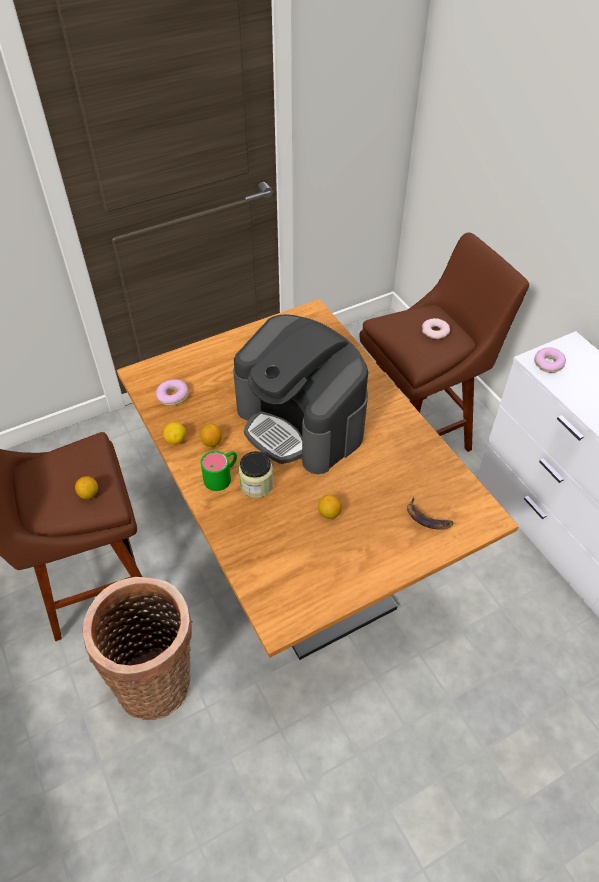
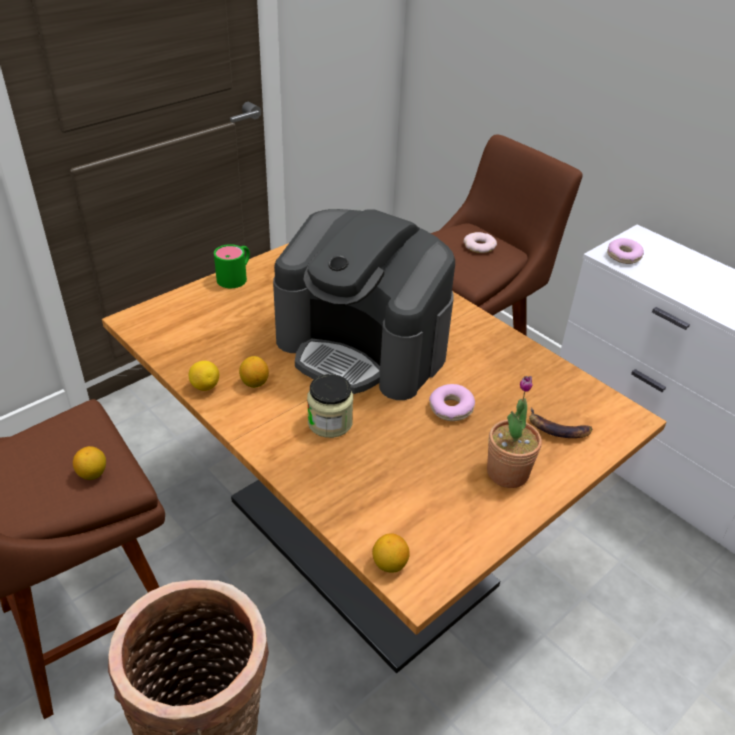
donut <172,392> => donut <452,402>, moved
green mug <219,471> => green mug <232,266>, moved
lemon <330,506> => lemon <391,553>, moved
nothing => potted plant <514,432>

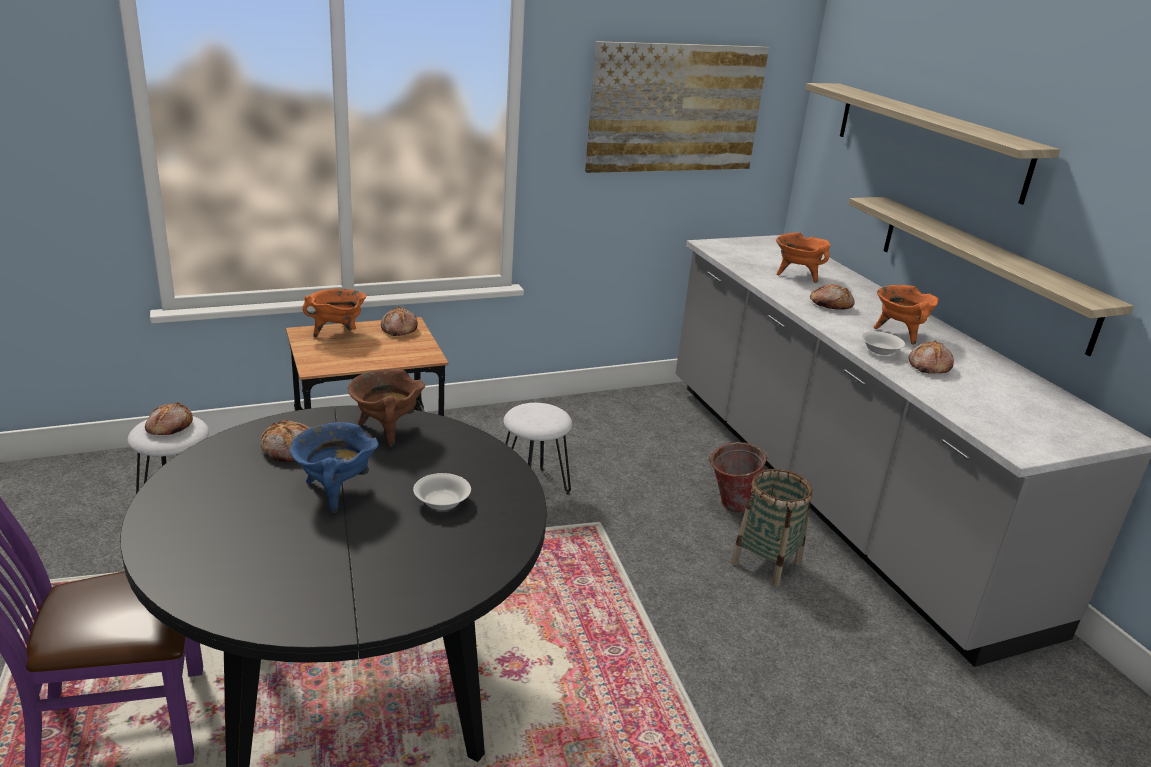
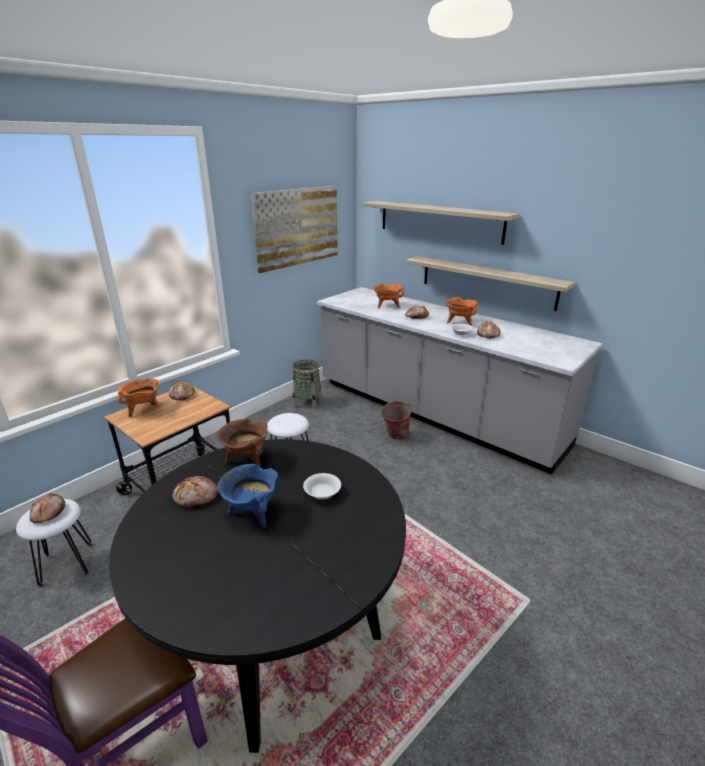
basket <772,528> => basket <307,385>, moved

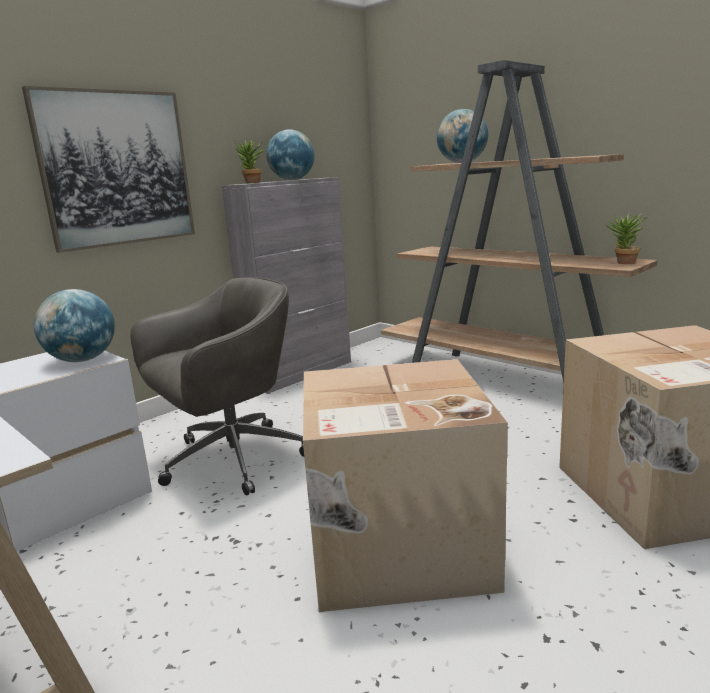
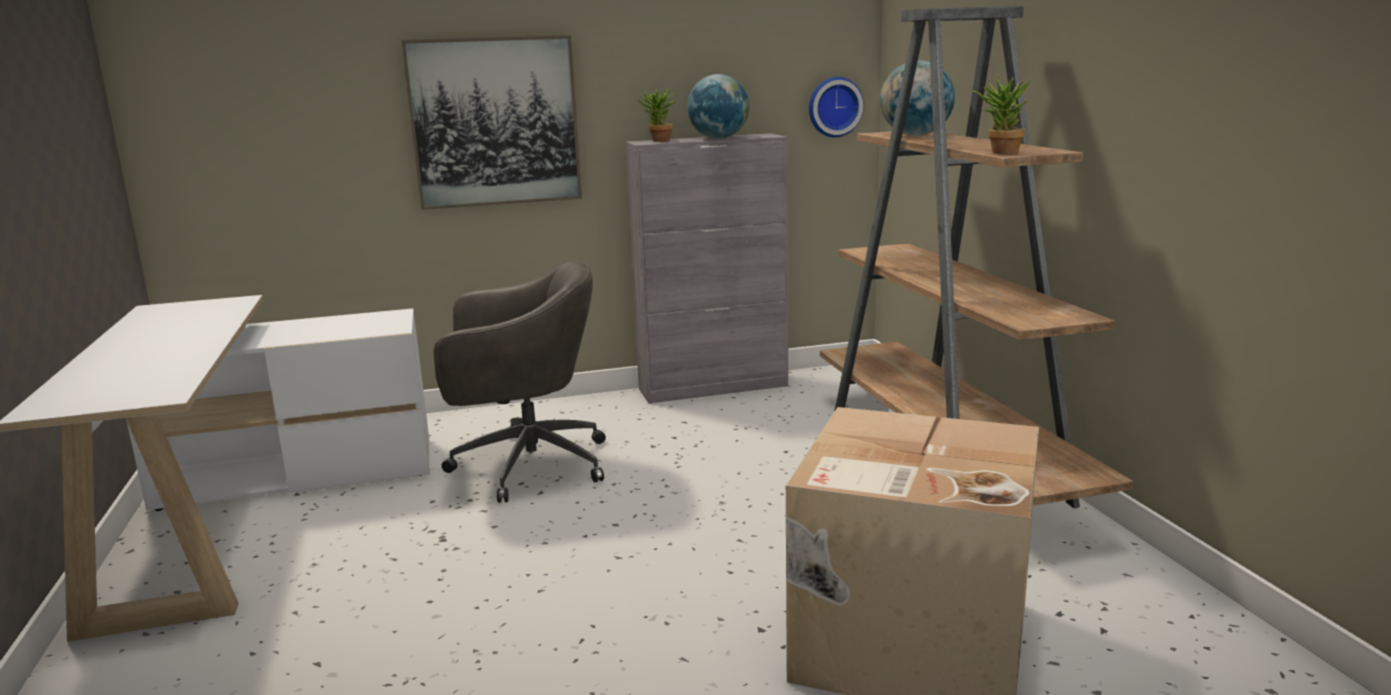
potted plant <626,239> => potted plant <1001,115>, moved
globe <74,325> => nothing
cardboard box <405,485> => nothing
nothing => wall clock <836,107>

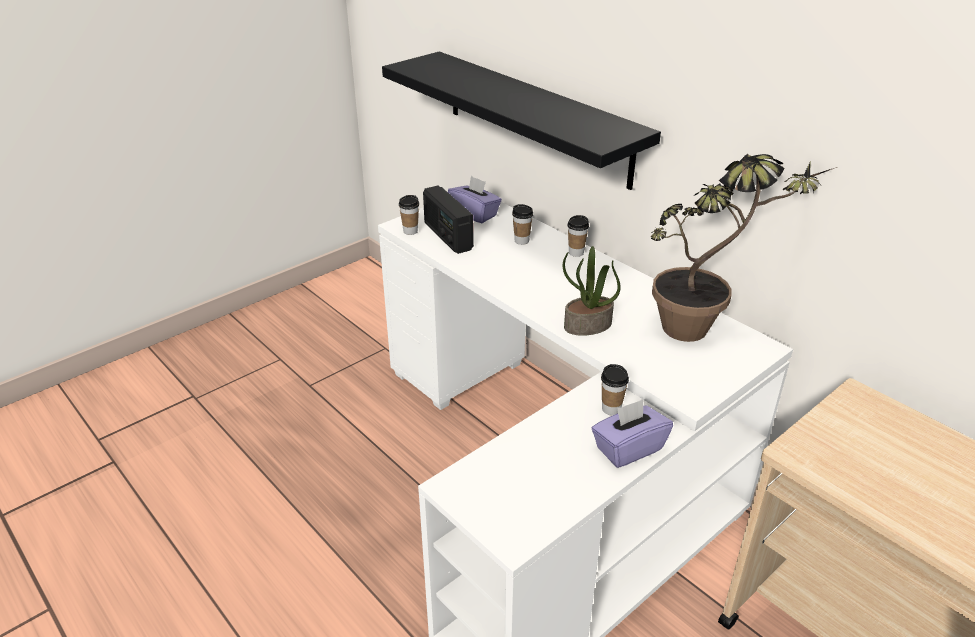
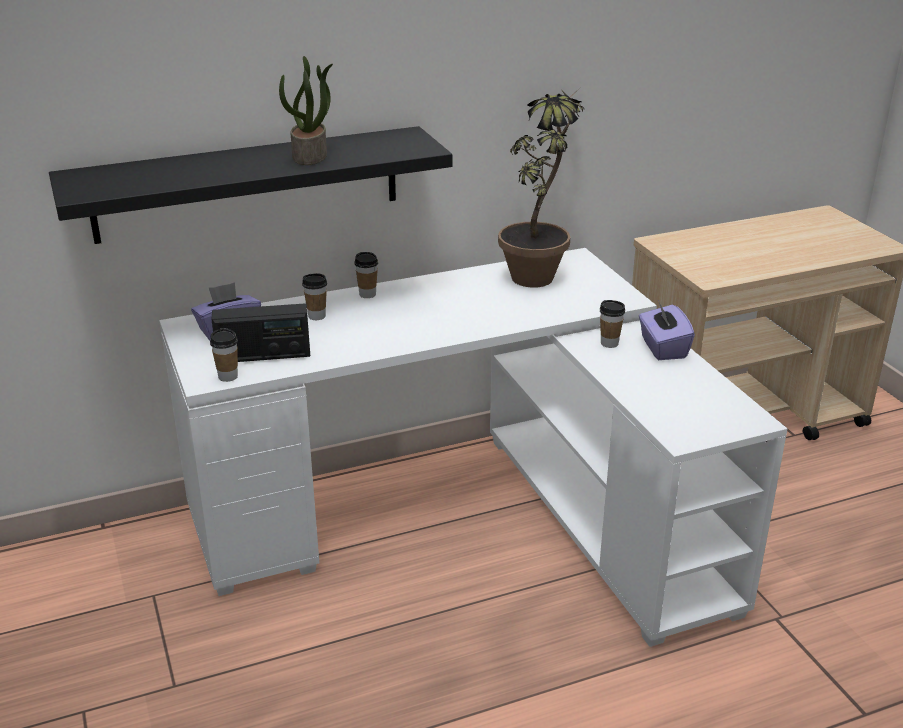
potted plant <592,291> => potted plant <306,110>, moved

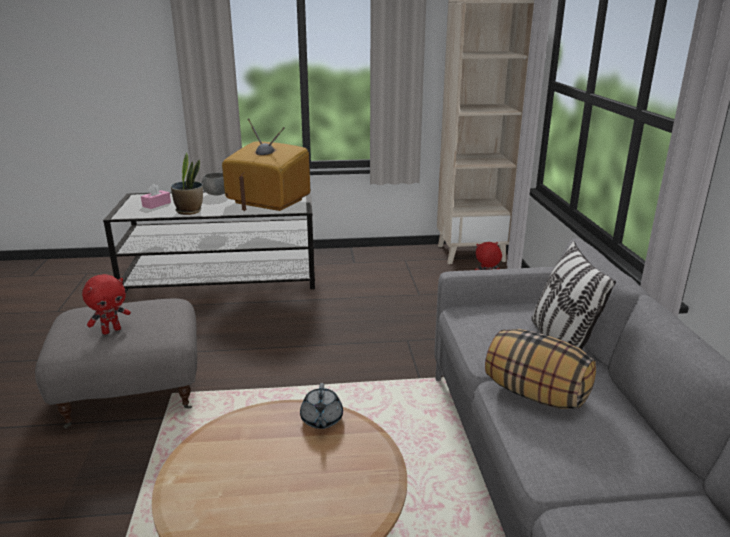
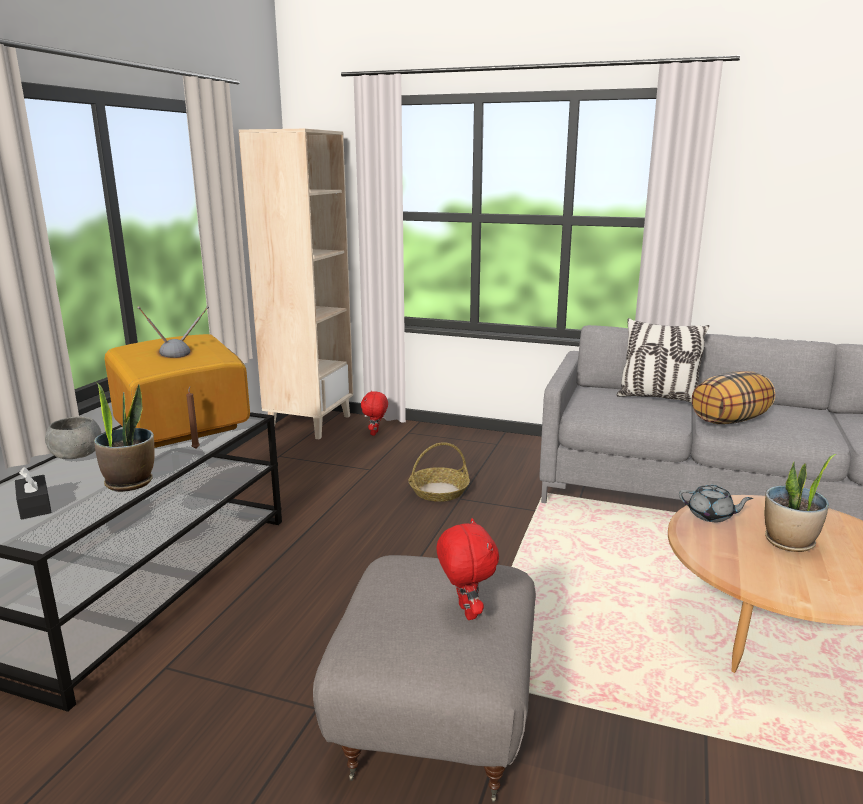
pink tissue box <156,196> => black tissue box <33,493>
nothing => basket <439,472>
nothing => potted plant <800,503>

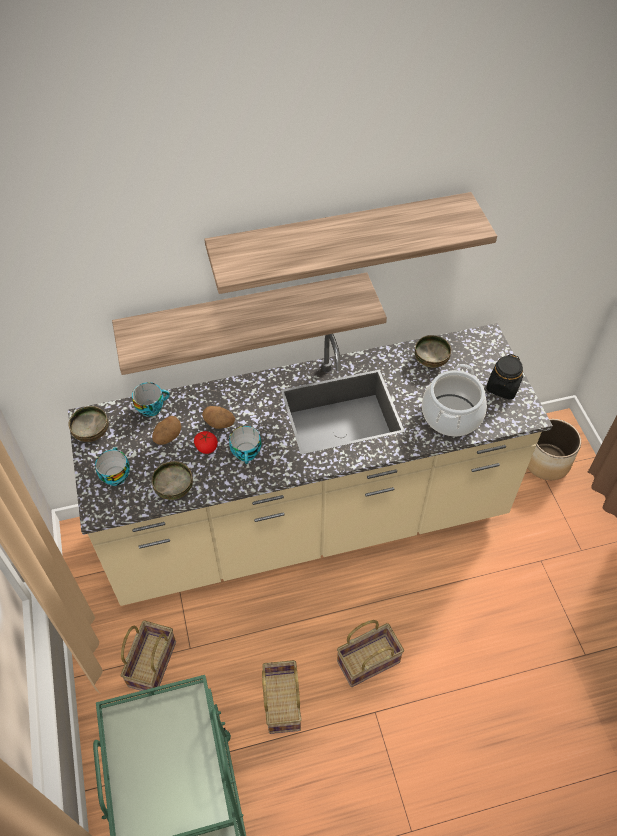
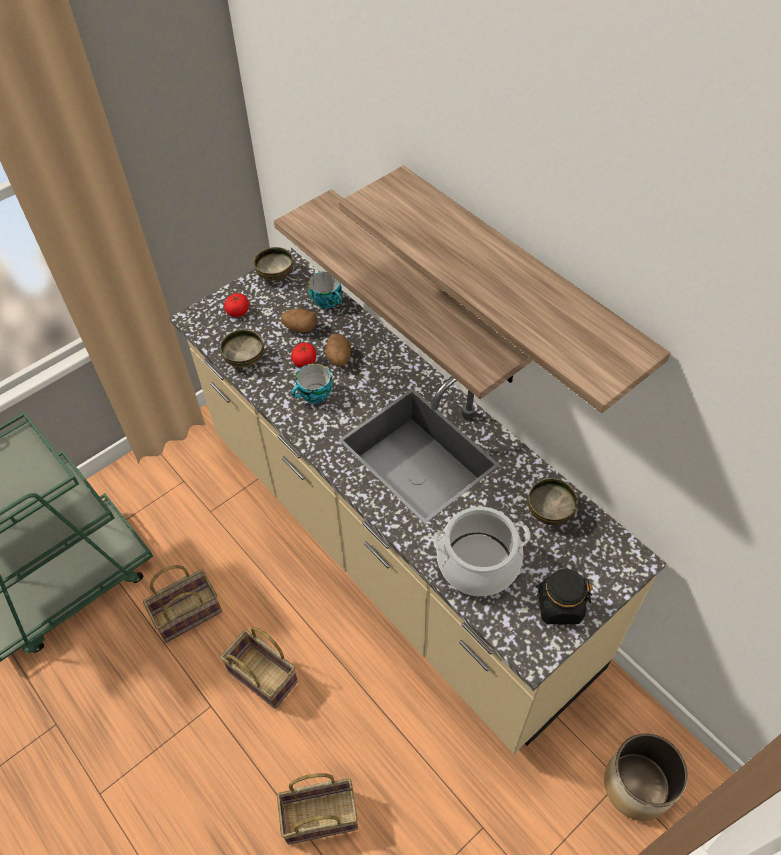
cup <112,466> => tomato <236,305>
basket <148,657> => basket <317,809>, moved

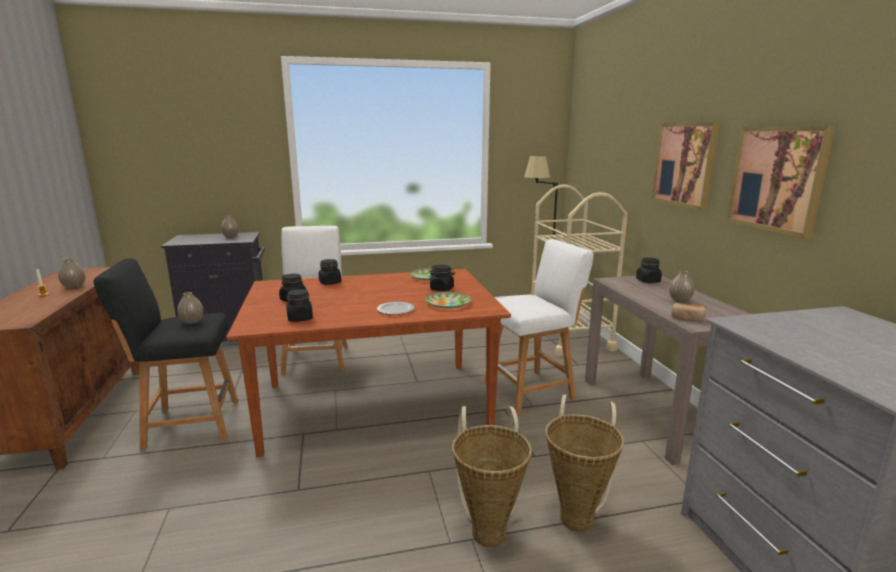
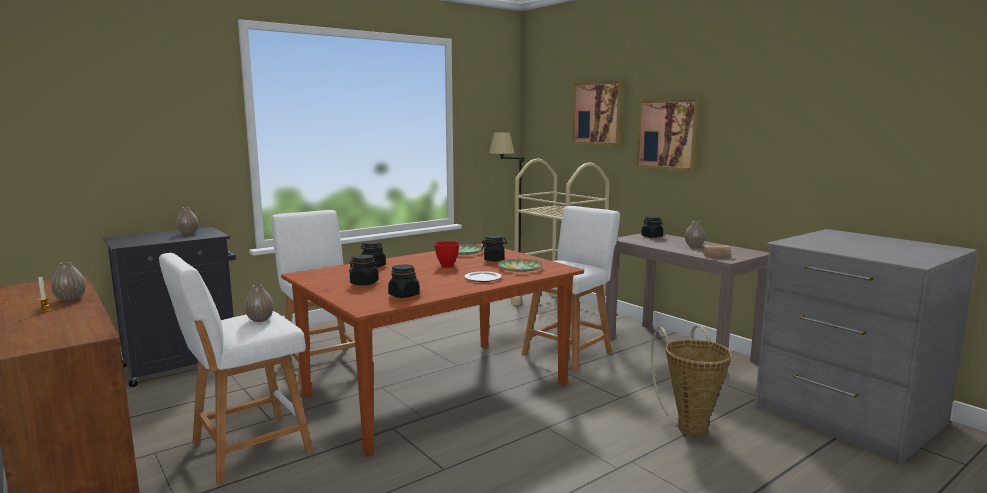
picture <781,182> => picture <598,113>, moved
black stool <166,354> => white stool <236,369>
basket <492,476> => nothing
nothing => red bowl <446,254>

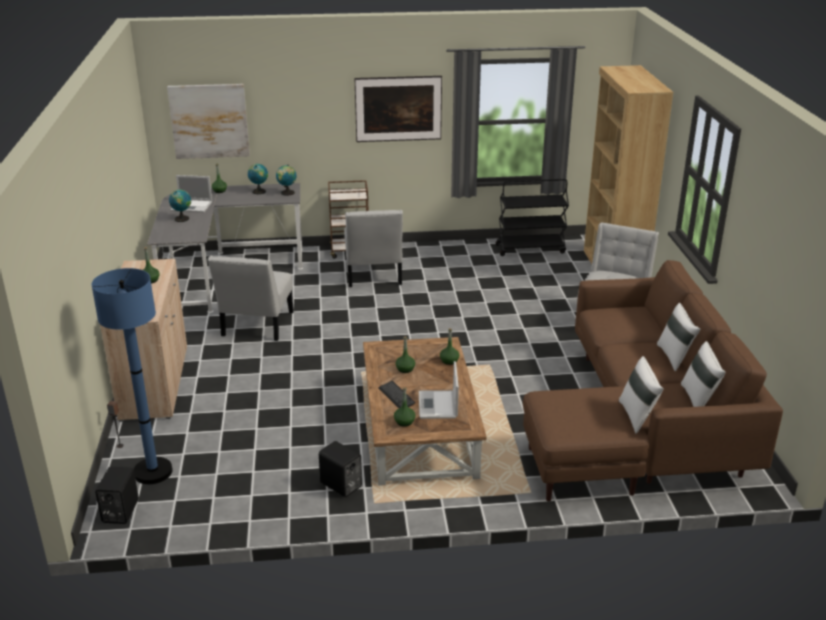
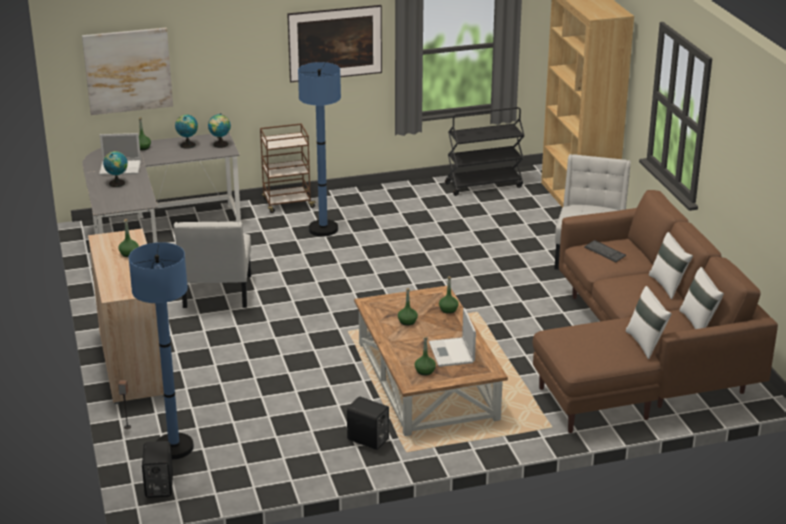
white chair <373,248> => blue floor lamp <319,149>
keyboard <396,394> => keyboard <605,251>, moved

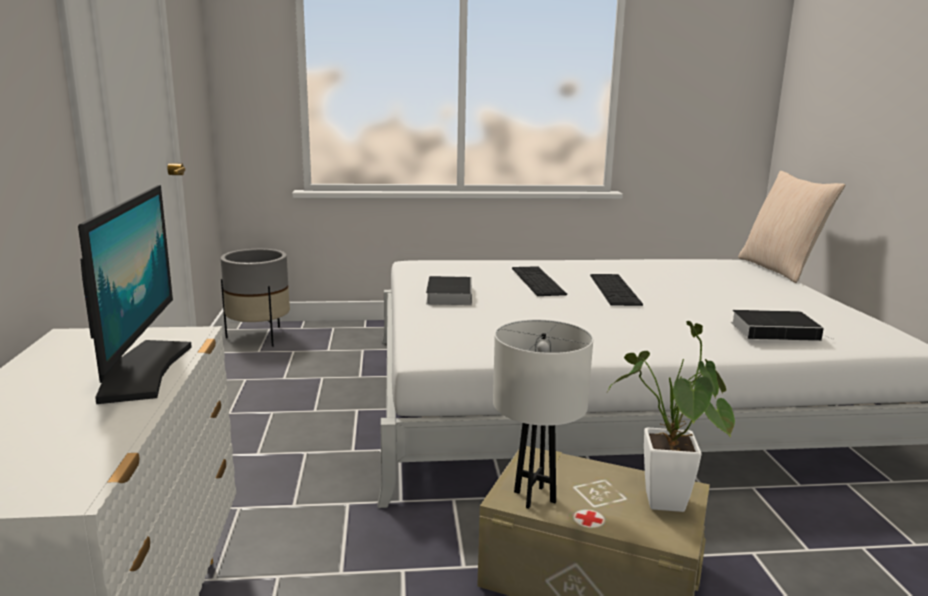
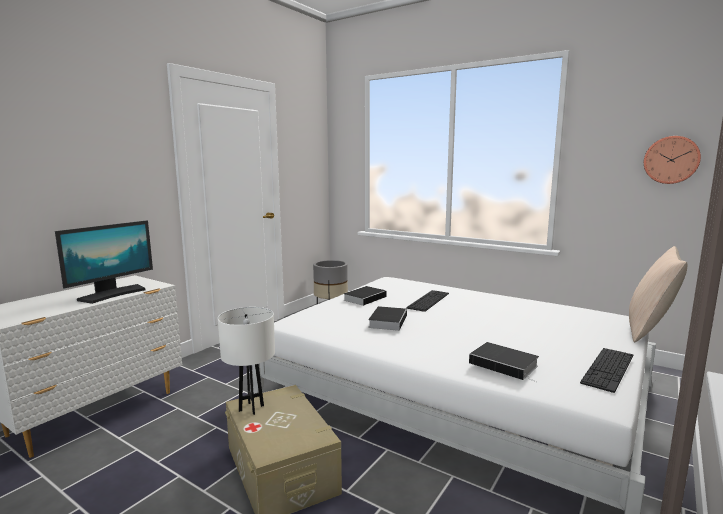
keyboard <616,290> => keyboard <606,370>, moved
potted plant <671,416> => nothing
nothing => wall clock <672,160>
nothing => book <387,318>

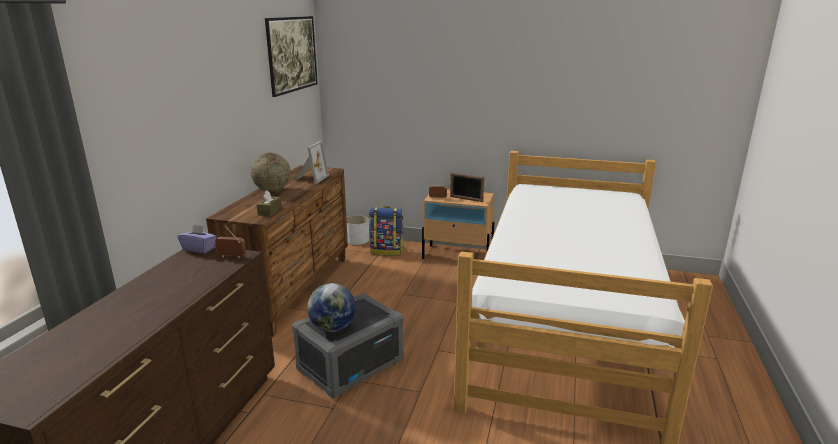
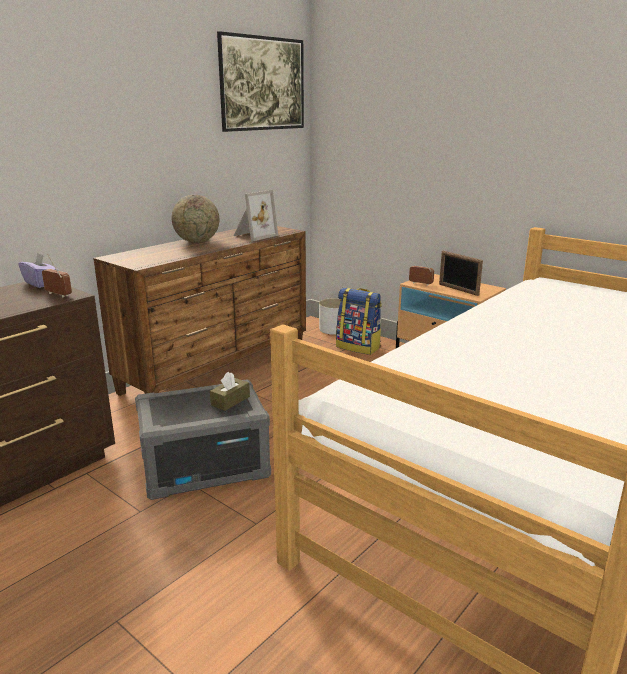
brown tissue box <269,203> => brown tissue box <230,391>, moved
globe <331,307> => nothing

